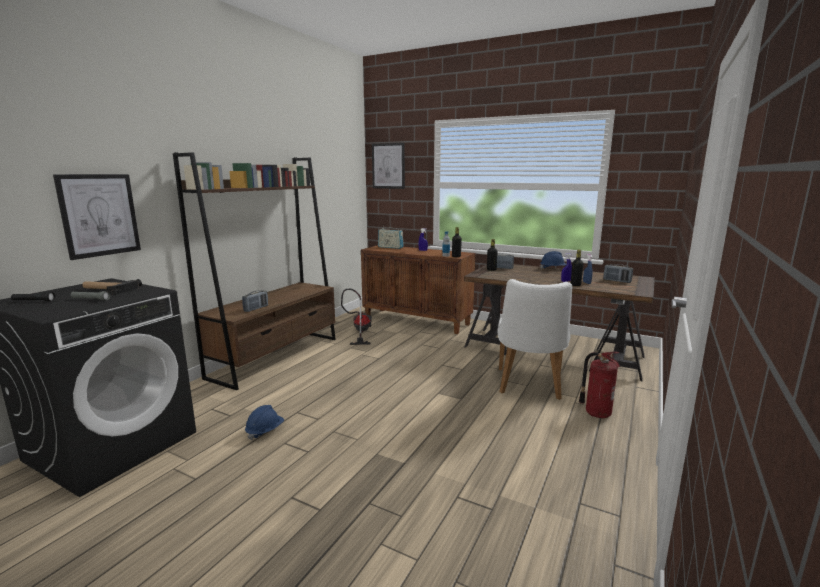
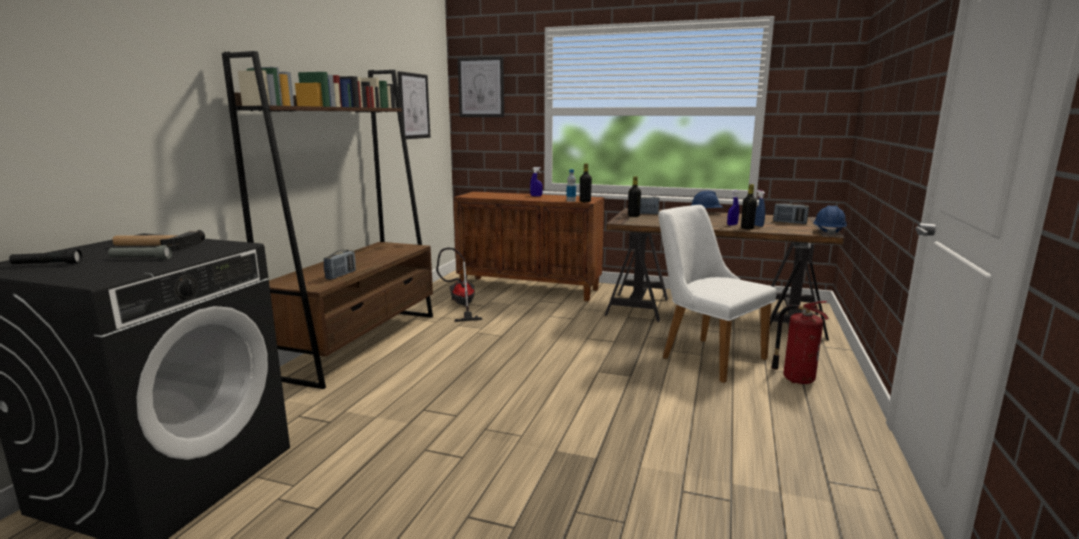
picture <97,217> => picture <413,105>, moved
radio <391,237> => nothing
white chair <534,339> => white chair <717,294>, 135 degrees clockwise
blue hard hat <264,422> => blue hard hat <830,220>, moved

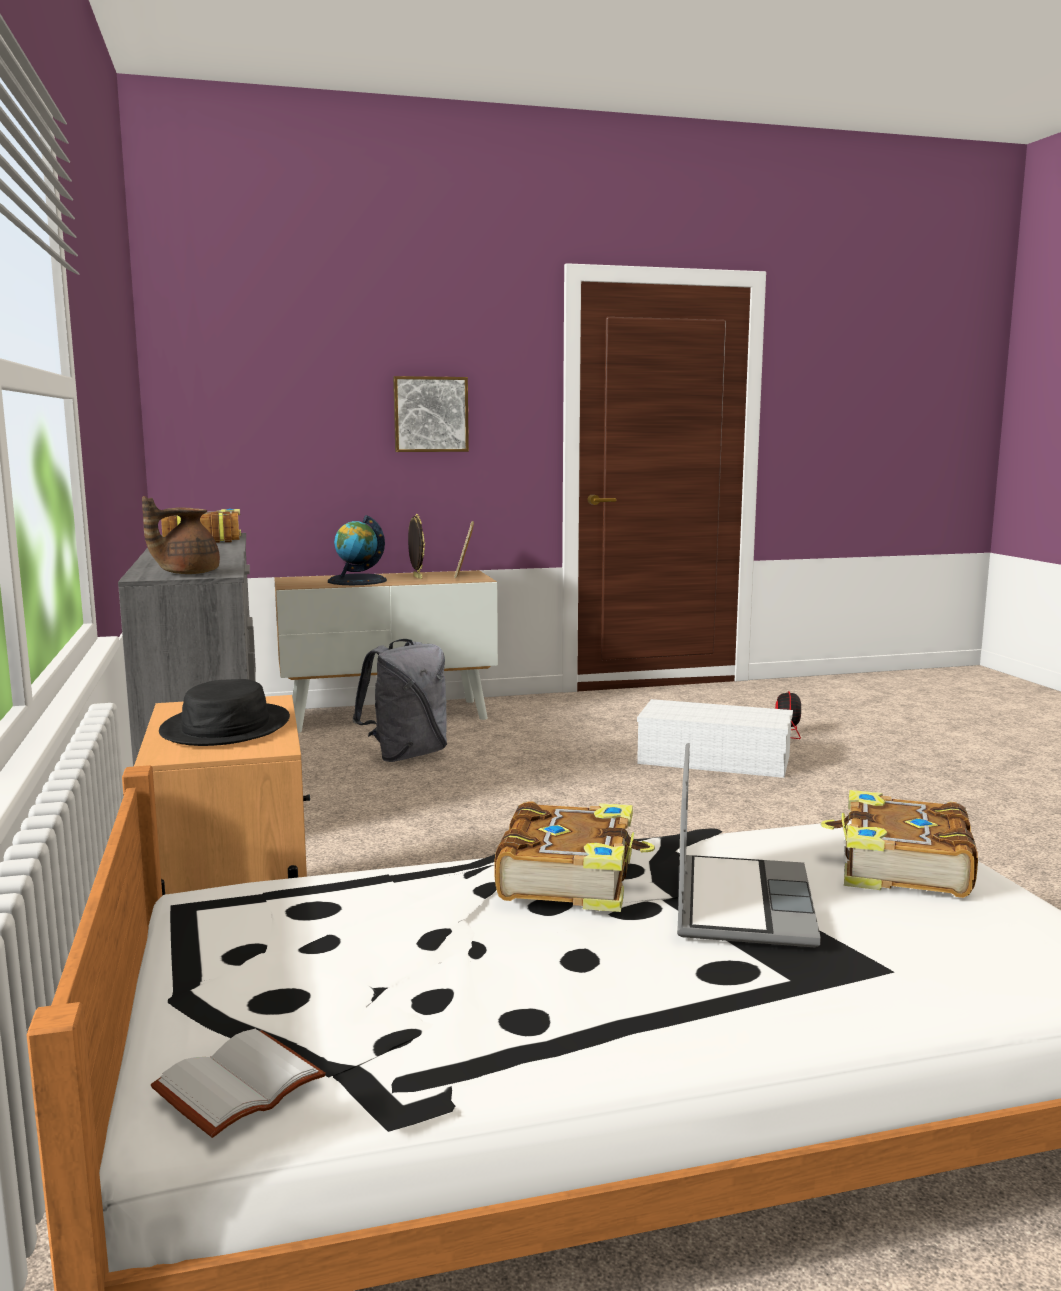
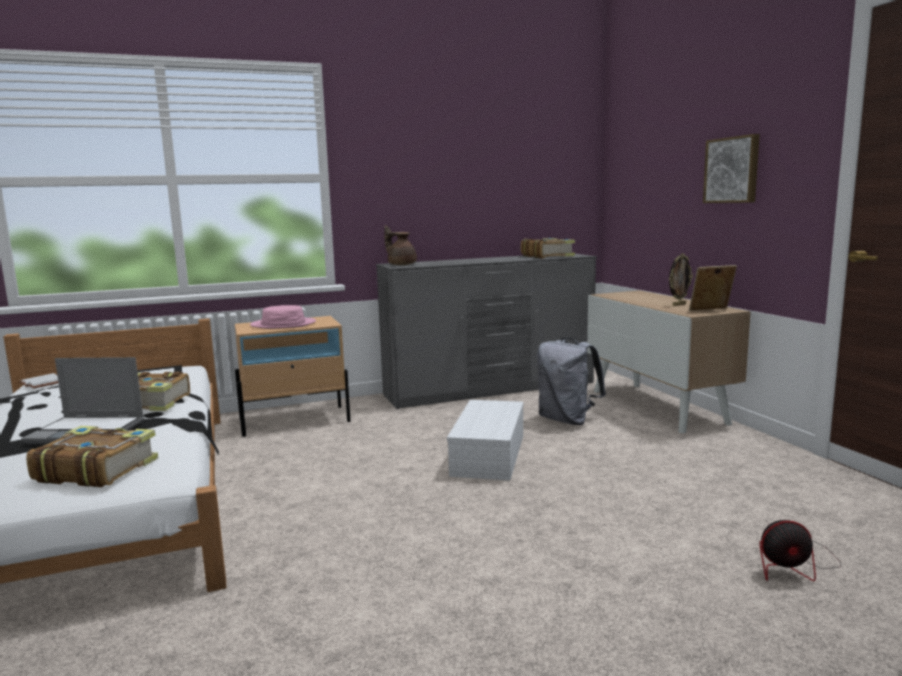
globe <357,550> => nothing
black hat <224,712> => pink hat <283,317>
white storage box <715,738> => white storage box <485,440>, moved

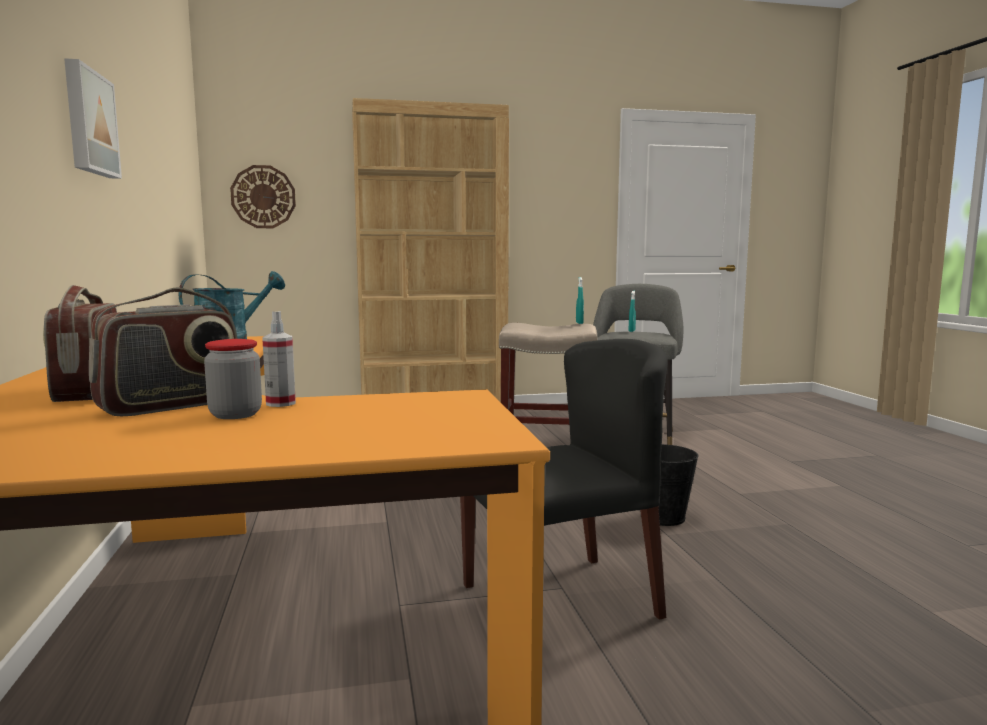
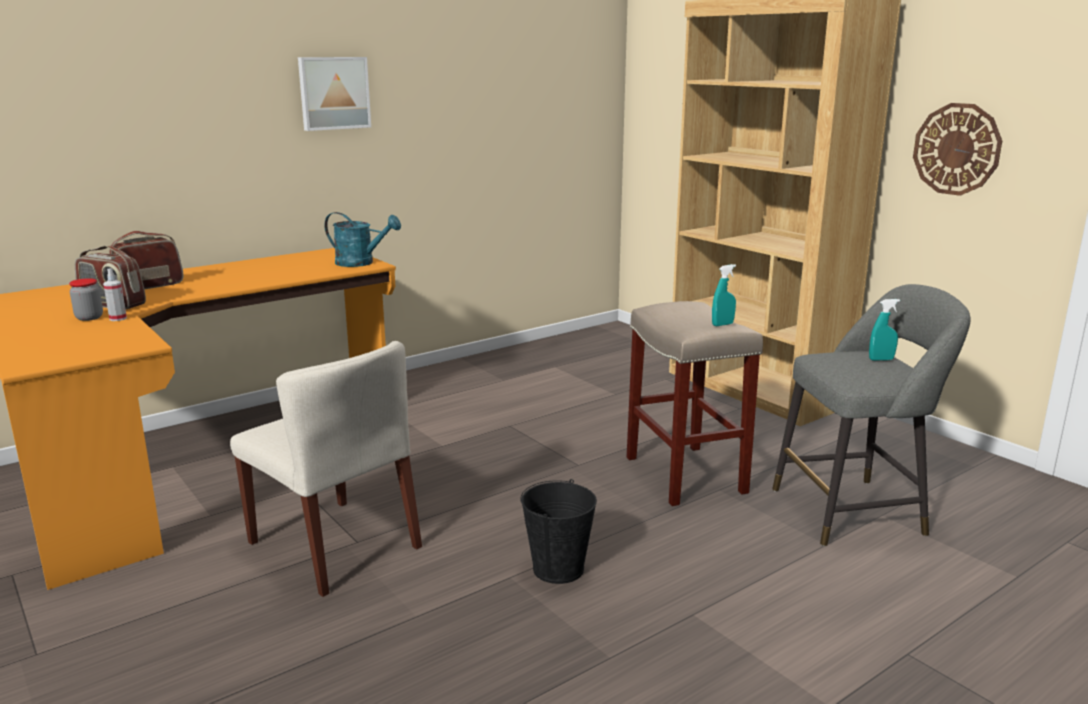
wall clock <263,196> => wall clock <957,149>, moved
black chair <563,479> => beige chair <326,469>

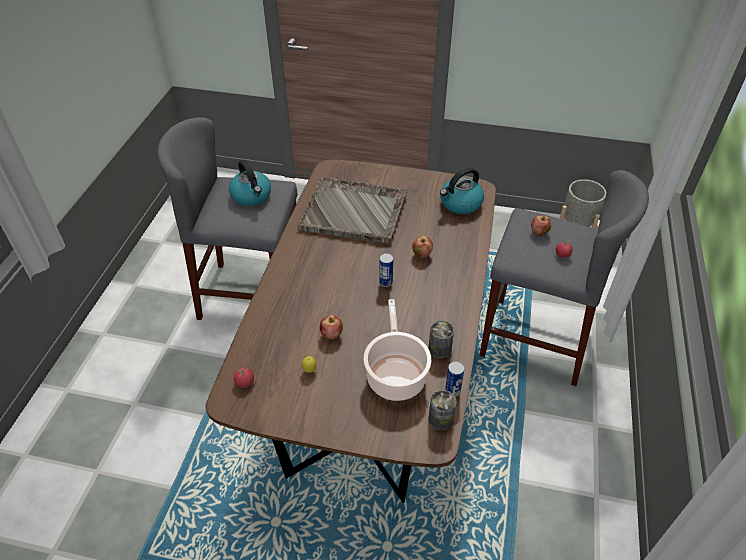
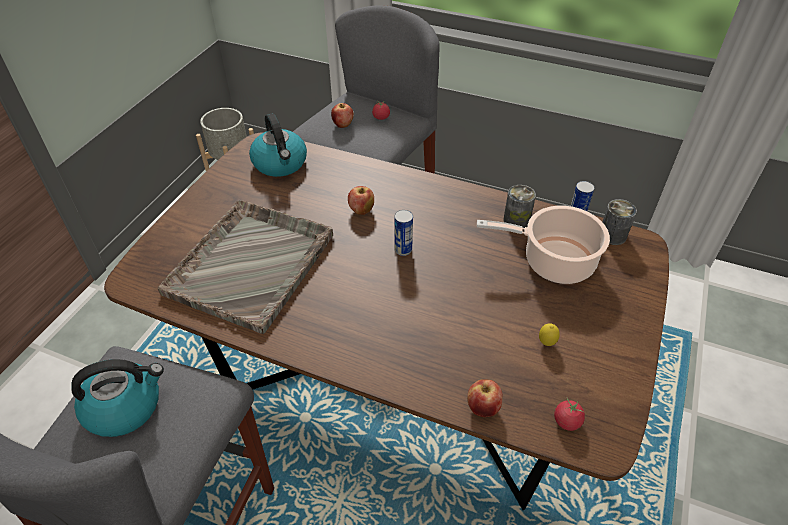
apple <331,327> => apple <485,398>, moved

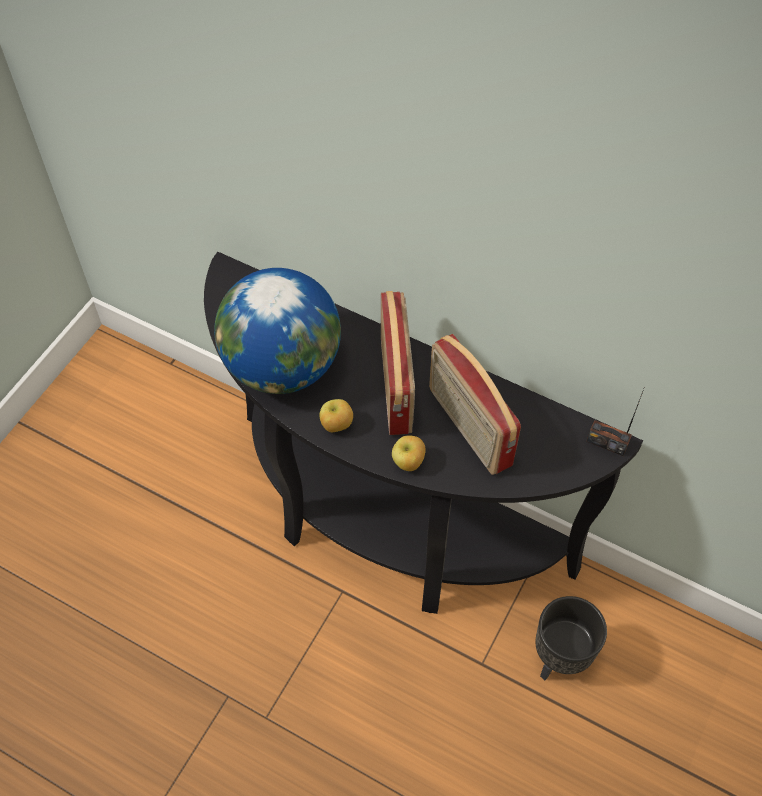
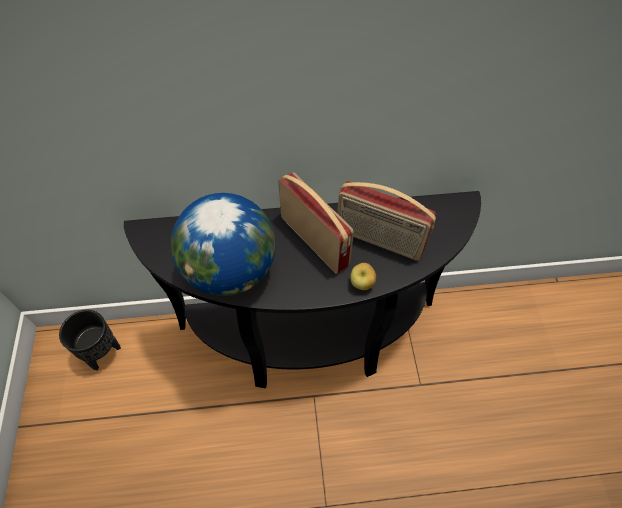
radio <615,422> => nothing
apple <336,415> => nothing
black planter <571,638> => black planter <90,340>, moved

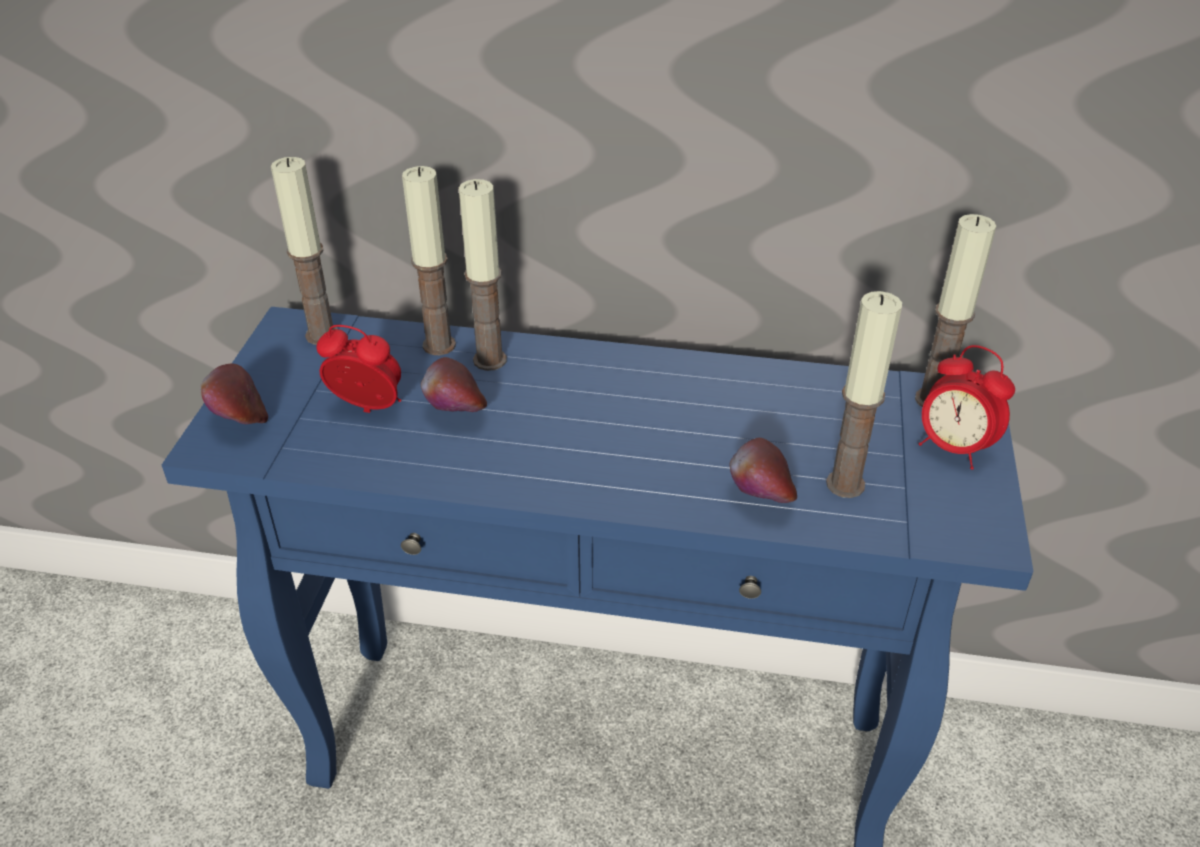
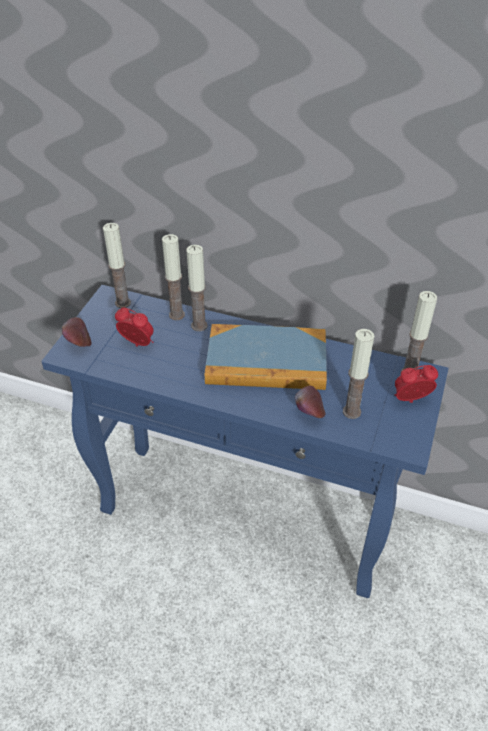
alarm clock <967,407> => alarm clock <416,384>, 120 degrees clockwise
apple <454,384> => nothing
nothing => book <266,357>

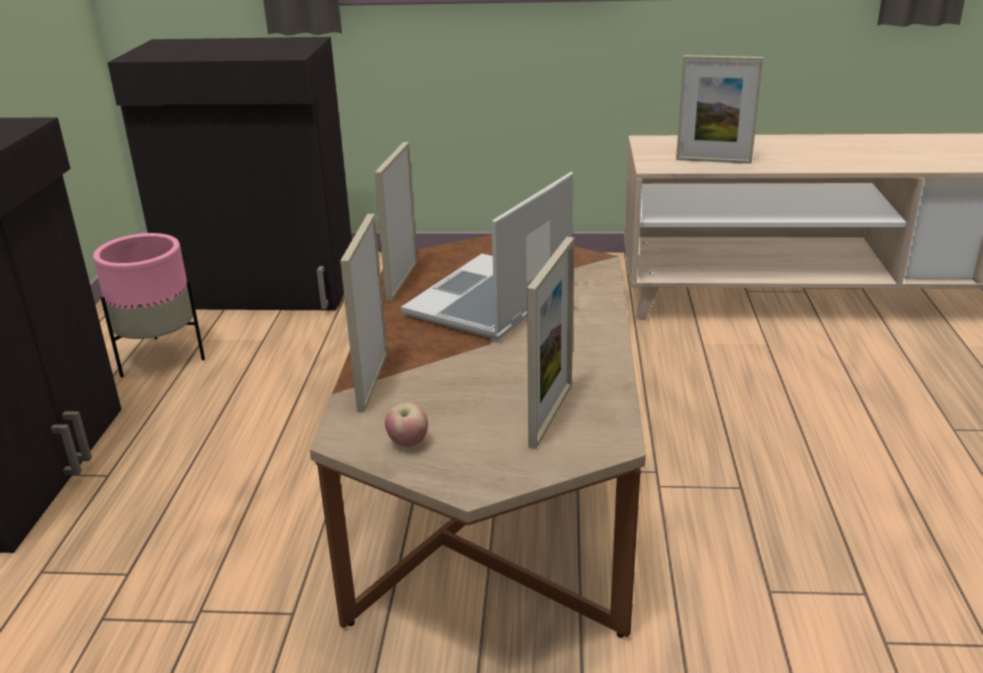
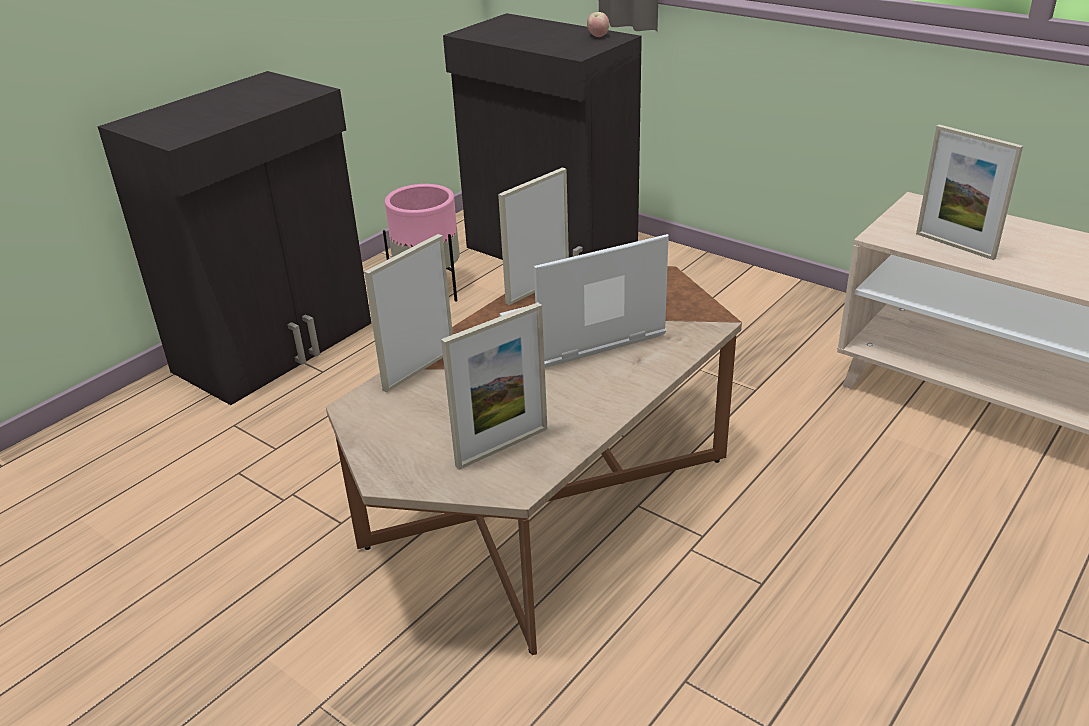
apple <406,425> => apple <598,24>, moved

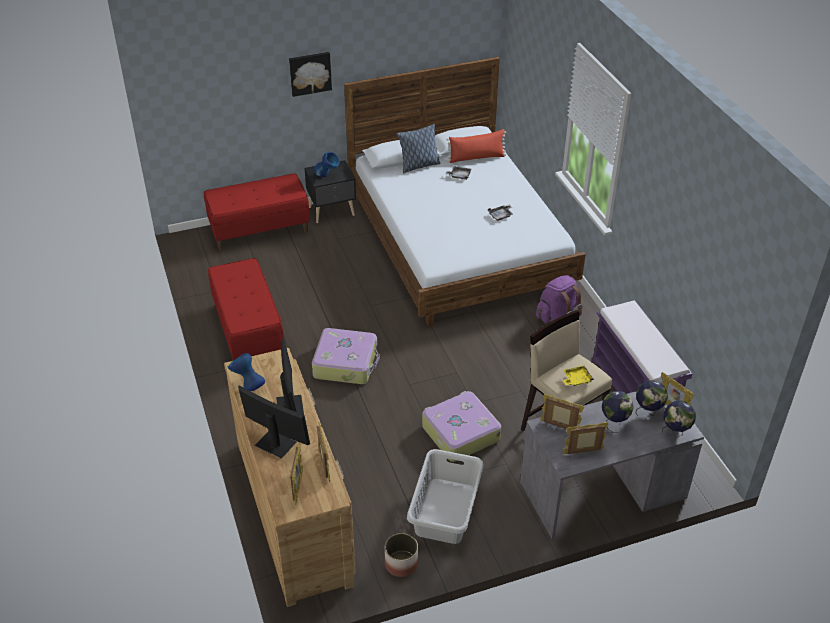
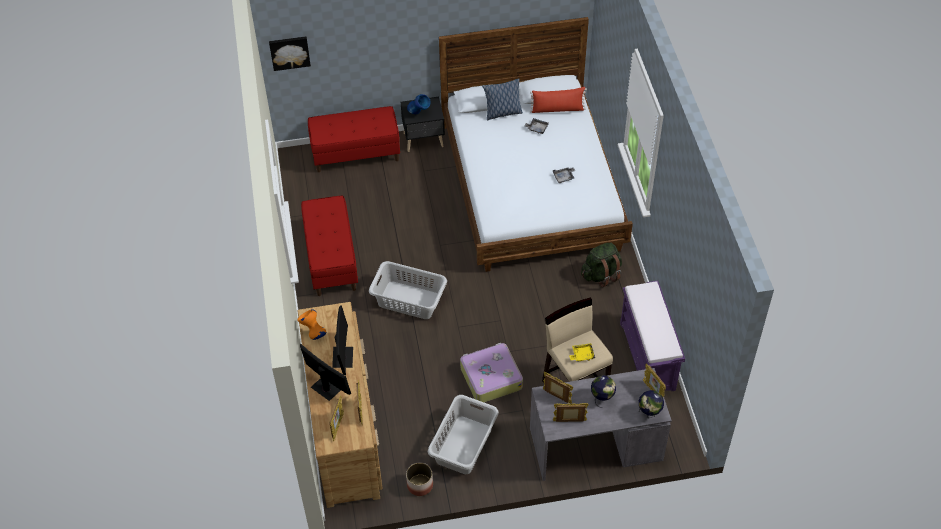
picture <310,74> => picture <290,53>, moved
purple backpack <559,299> => green backpack <601,264>
suitcase <346,356> => grey laundry basket <408,290>
blue vase <246,372> => orange vase <311,324>
globe <651,398> => nothing

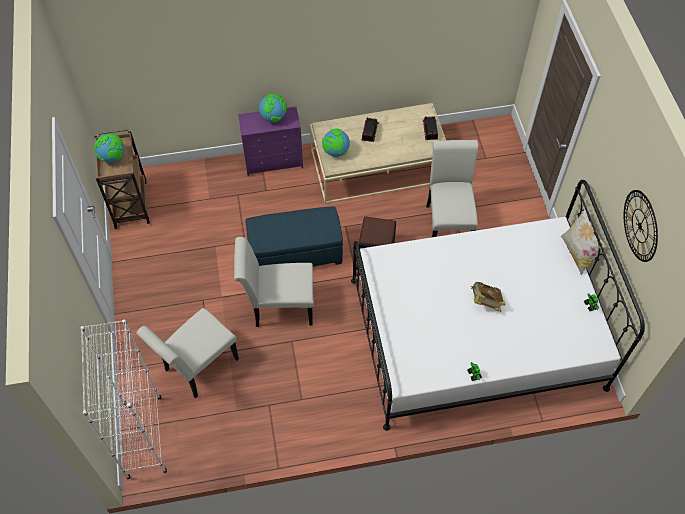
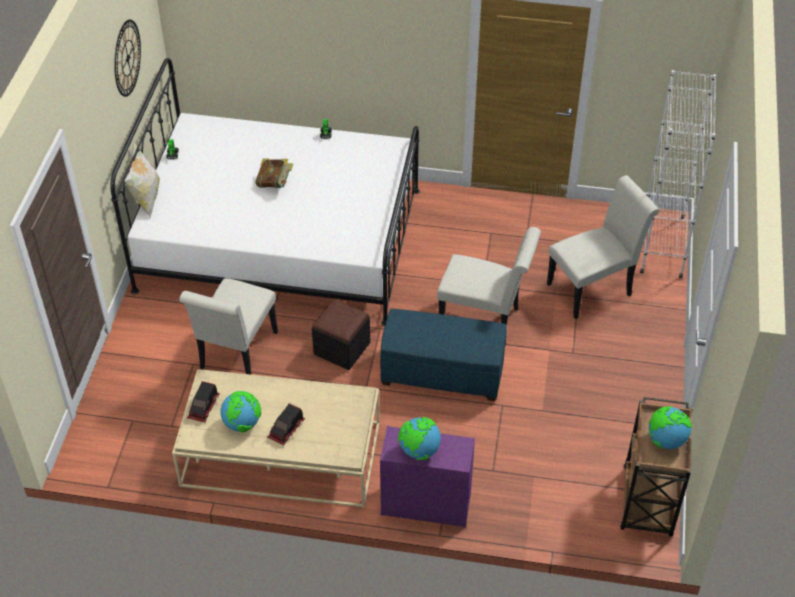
globe <336,143> => globe <240,412>, moved

